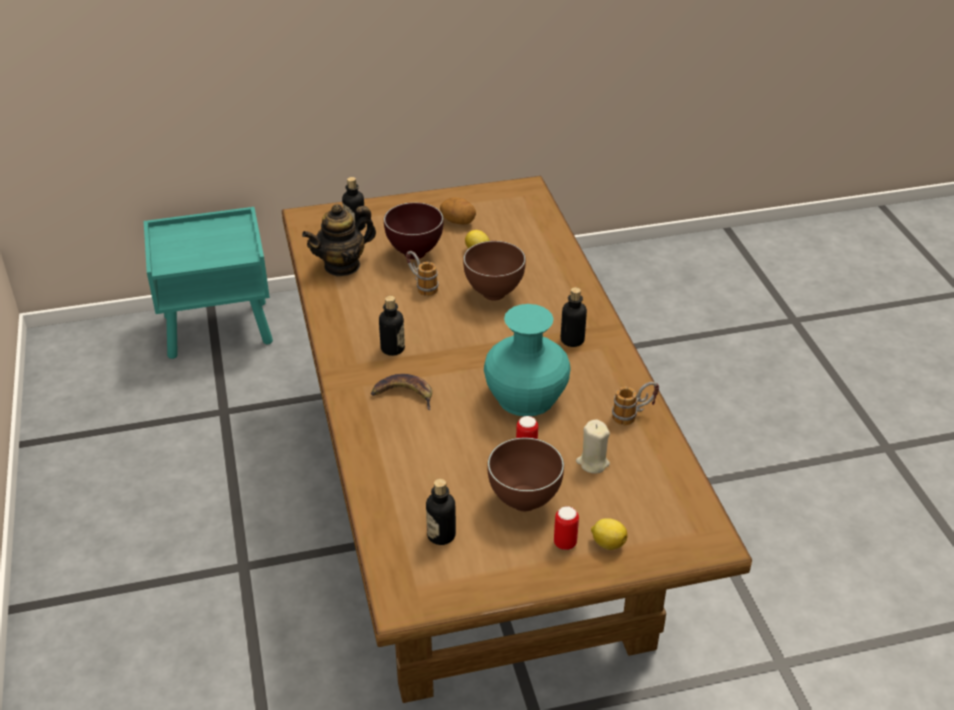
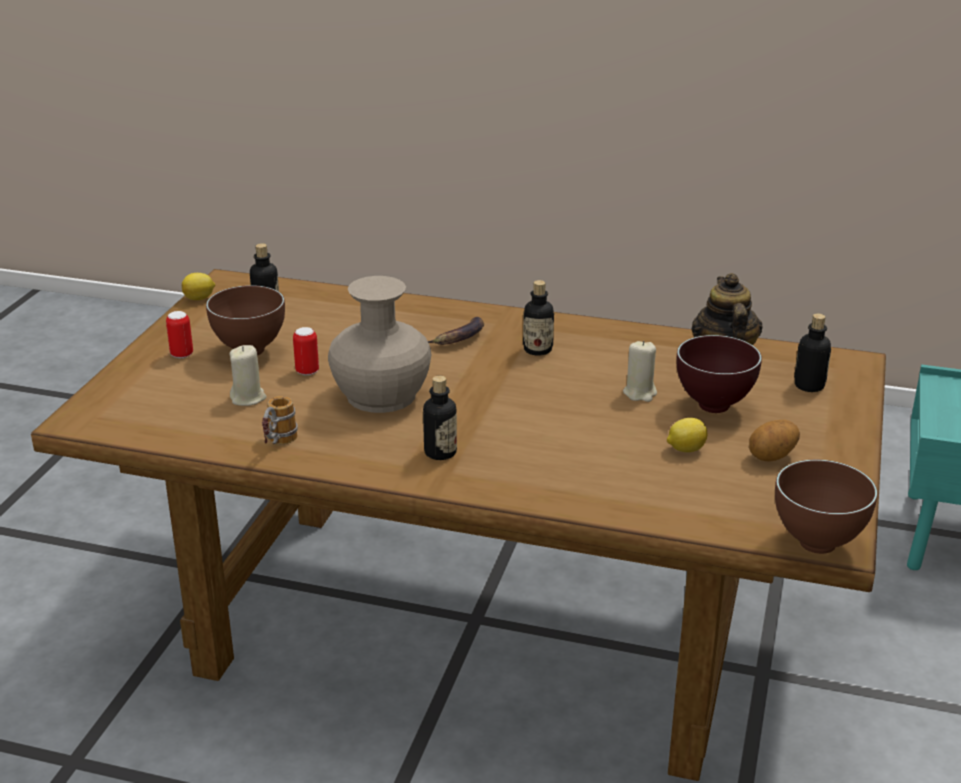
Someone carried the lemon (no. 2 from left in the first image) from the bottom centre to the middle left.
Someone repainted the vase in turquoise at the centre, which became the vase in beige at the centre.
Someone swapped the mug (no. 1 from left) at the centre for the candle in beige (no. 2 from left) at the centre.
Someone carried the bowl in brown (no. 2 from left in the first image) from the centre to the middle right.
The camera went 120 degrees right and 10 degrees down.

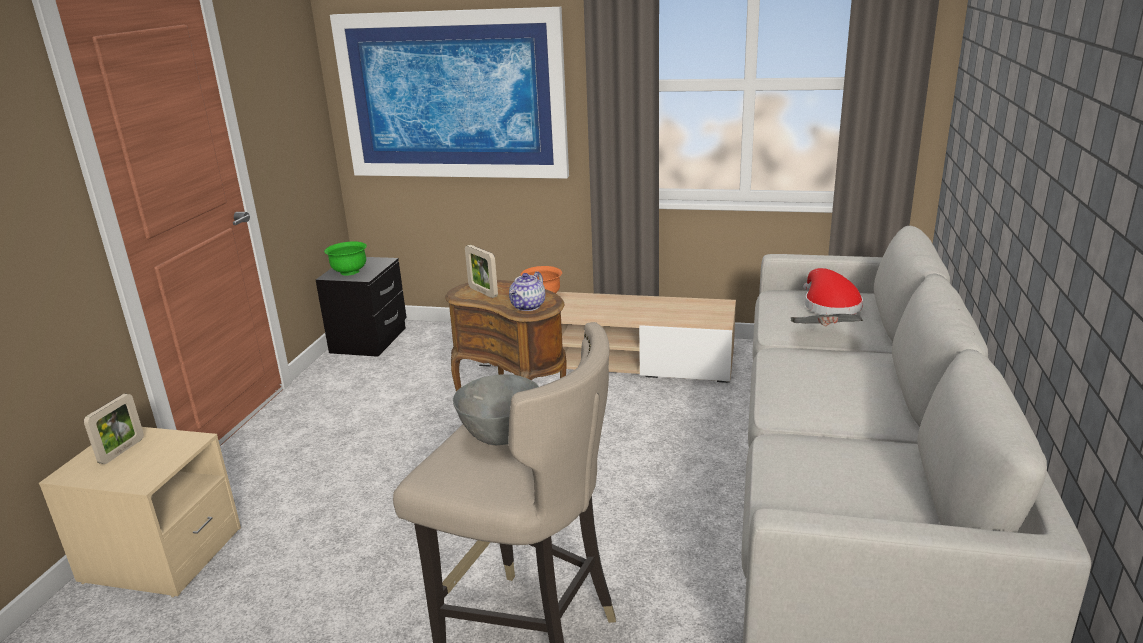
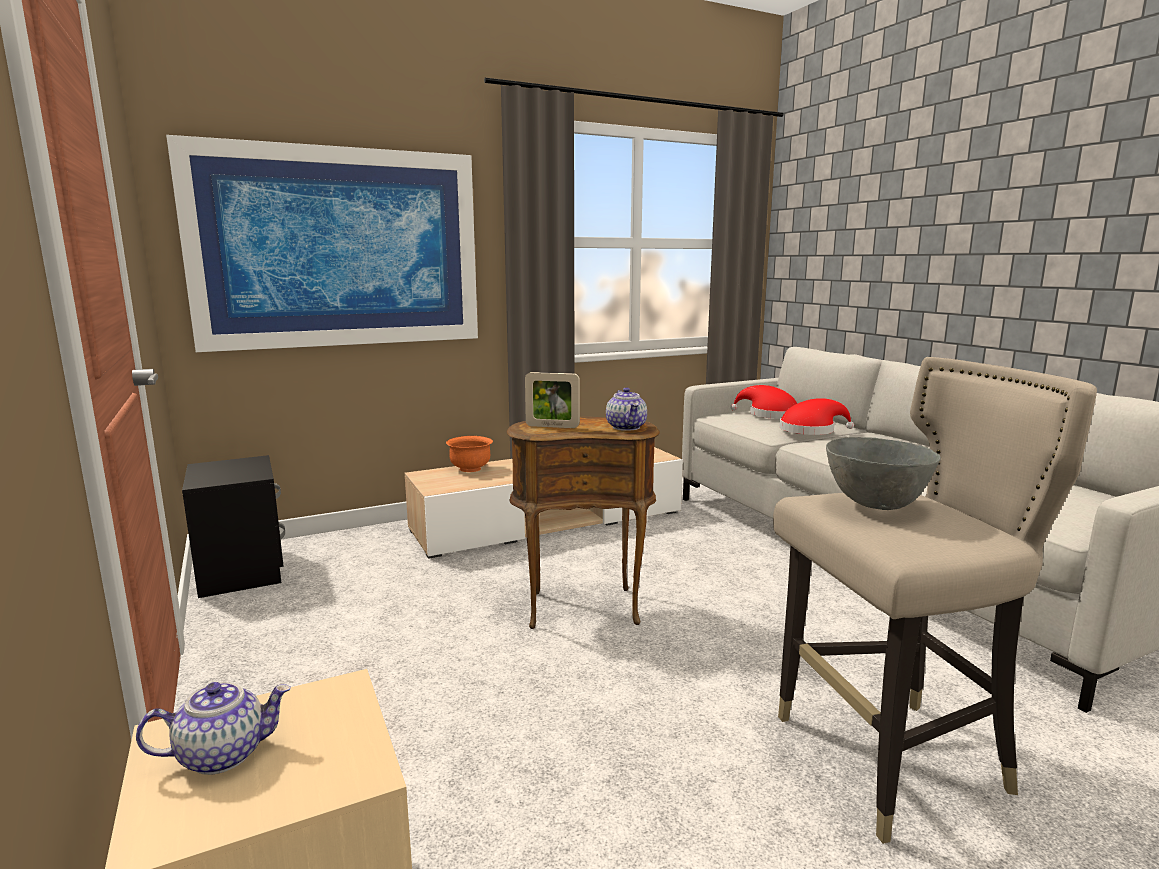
Someone swapped the picture frame (no. 1 from left) at the bottom left for the teapot (no. 1 from left) at the bottom left.
Someone swapped the newspaper at the middle right for the hat in red (no. 2 from left) at the middle right.
Someone took away the bowl in green at the middle left.
The camera went 40 degrees left and 10 degrees down.

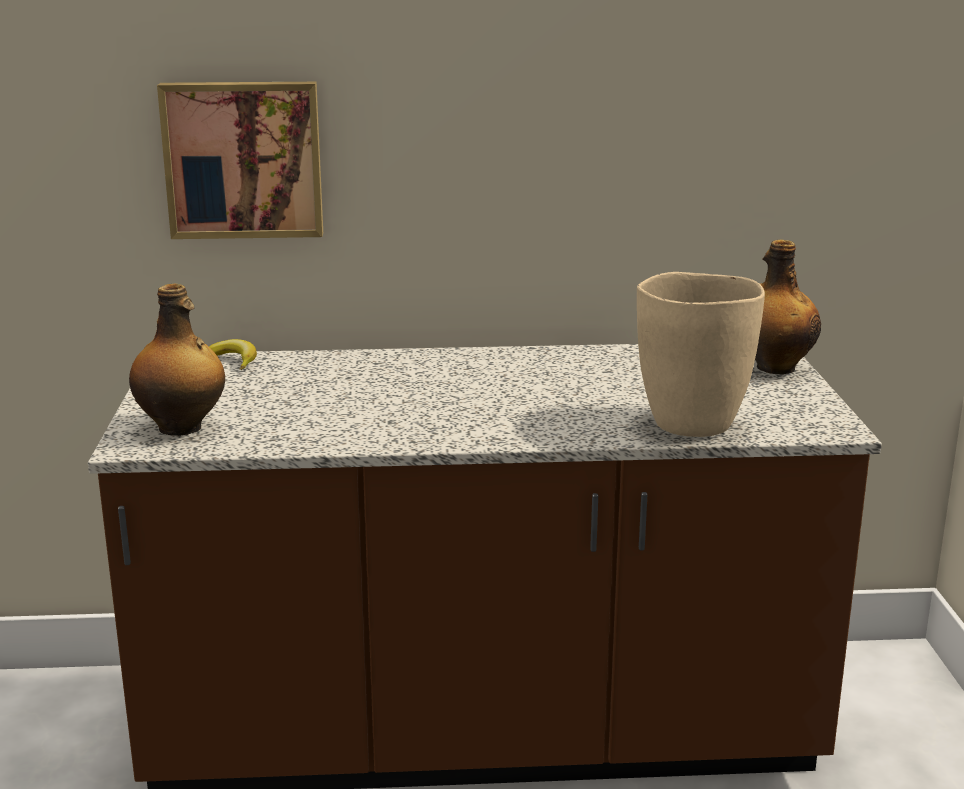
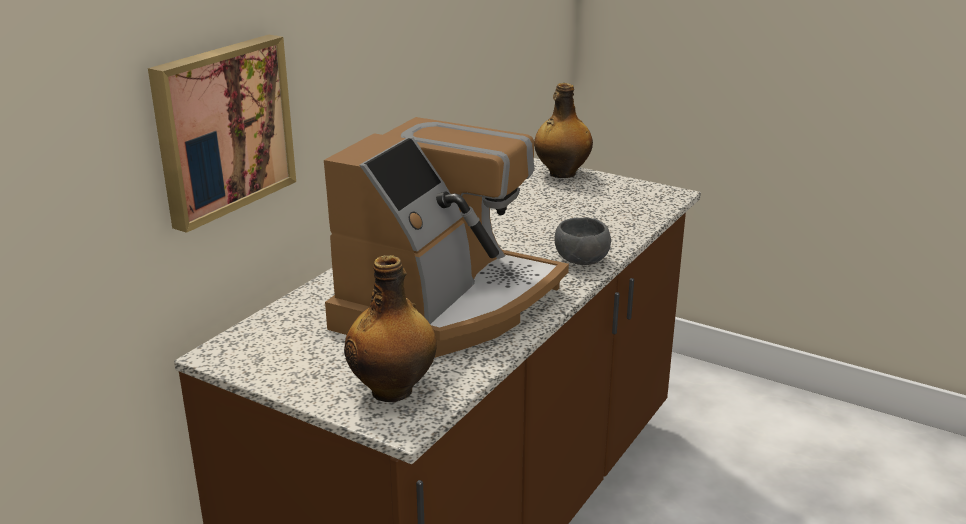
Someone put down the coffee machine at the centre.
Someone put down the bowl in grey at the centre.
Someone took away the banana at the middle left.
Someone took away the vase in beige at the middle right.
The camera went 55 degrees left and 5 degrees up.

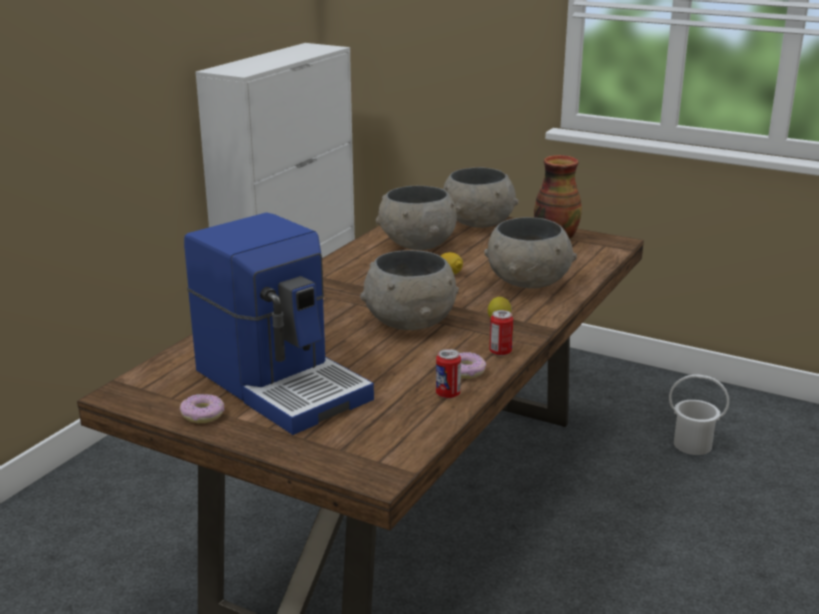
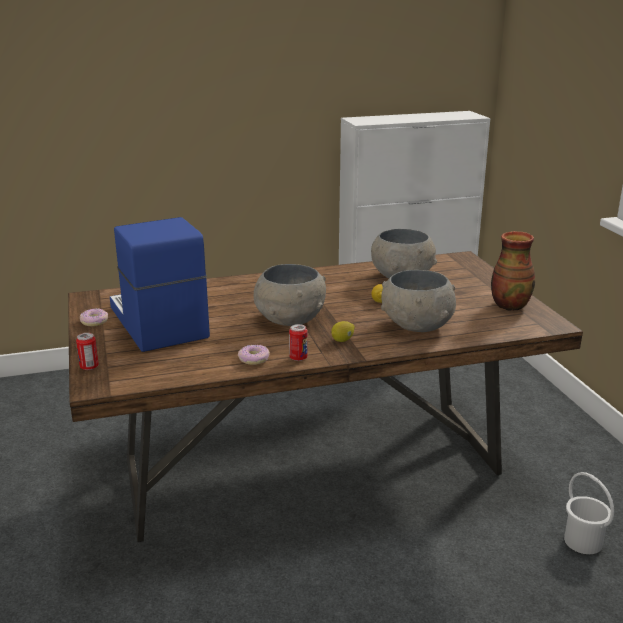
Someone carried the can (no. 1 from left) from the centre to the middle left.
Someone rotated the coffee machine at the centre by 150 degrees clockwise.
Someone took away the bowl in grey (no. 3 from left) at the top centre.
The camera went 45 degrees right and 0 degrees up.

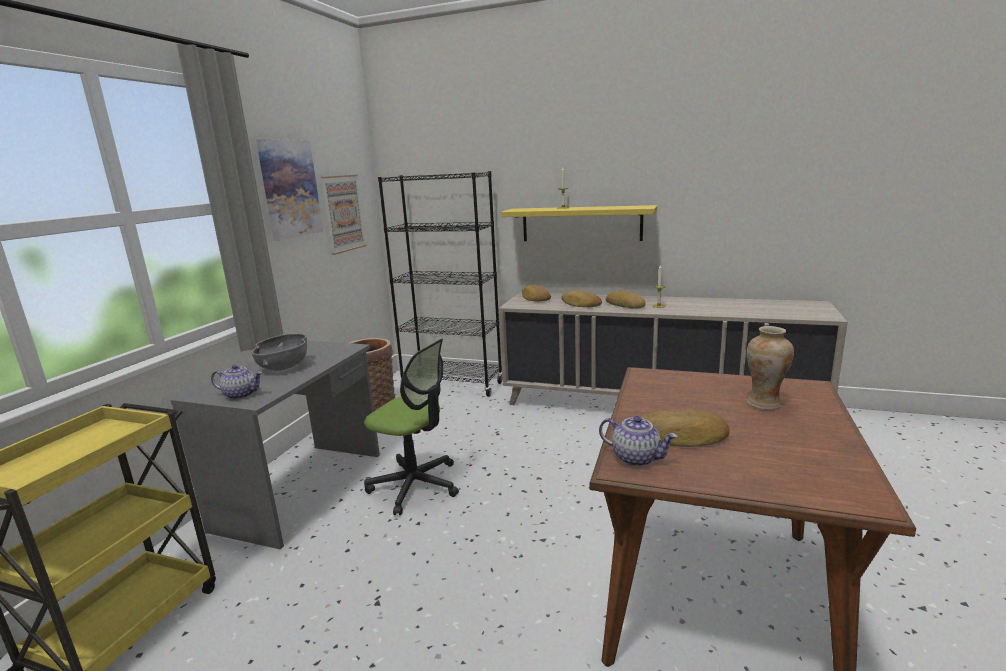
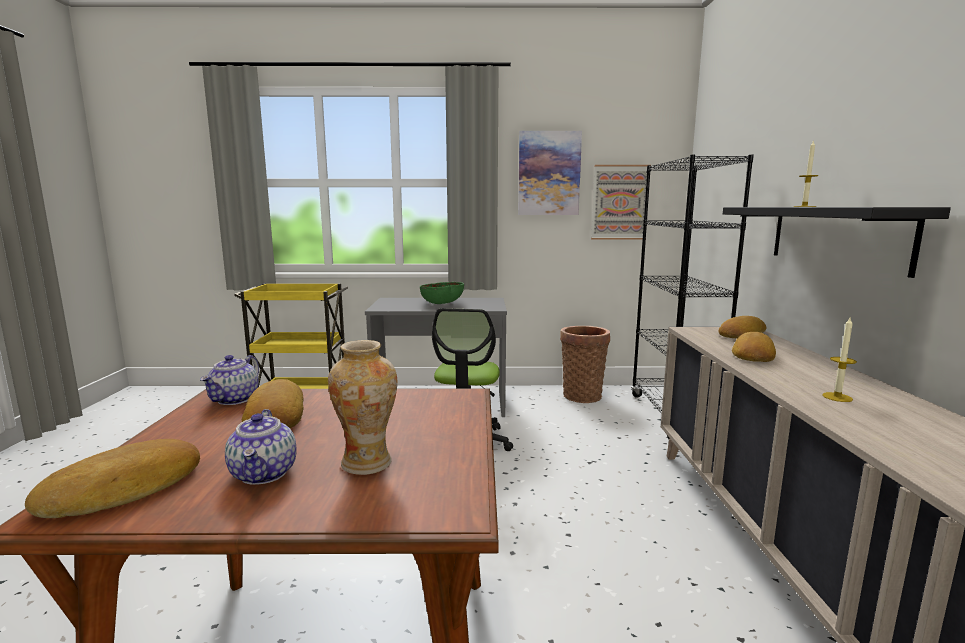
Someone carried the bread (no. 3 from left in the first image) from the centre to the bottom left.
Someone carried the teapot (no. 1 from left in the first image) from the middle left to the bottom left.
Someone repainted the bowl in grey at the middle left, which became the bowl in green at the centre.
Someone repainted the shelf in yellow at the top centre, which became the shelf in black at the middle right.
The camera went 70 degrees right and 5 degrees down.

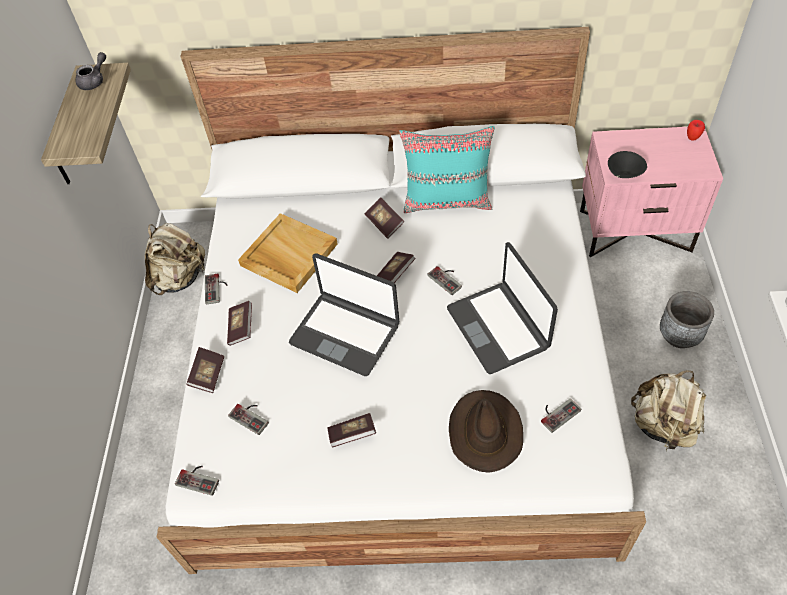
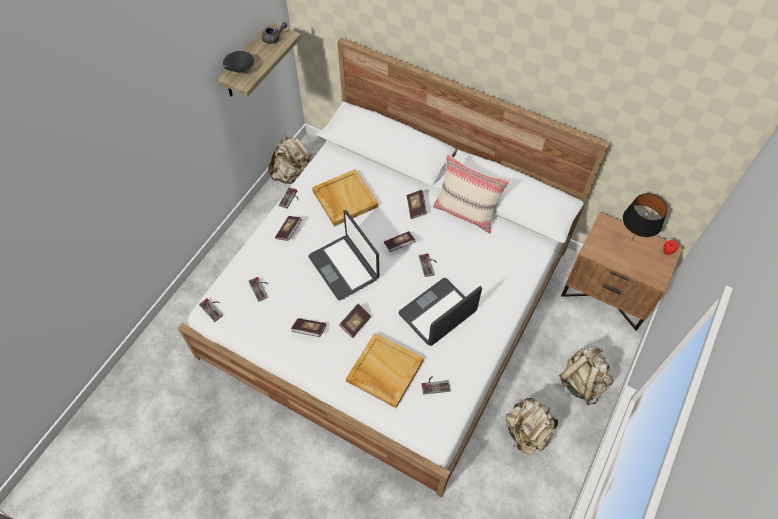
Someone carried the bowl in black from the top right to the top left.
Someone carried the book (no. 1 from left in the first image) from the middle left to the centre.
Someone swapped the hat in brown at the bottom centre for the tray in beige (no. 2 from left) at the bottom centre.
Someone rotated the laptop (no. 2 from left) at the centre by 45 degrees clockwise.
Someone repainted the pillow in turquoise at the top centre, which became the pillow in beige at the centre.
Someone swapped the planter in grey at the middle right for the backpack in beige (no. 3 from left) at the bottom right.
Someone repainted the nightstand in pink at the top right, which became the nightstand in brown at the middle right.
Someone put down the table lamp in black at the middle right.
The camera went 25 degrees right and 5 degrees up.

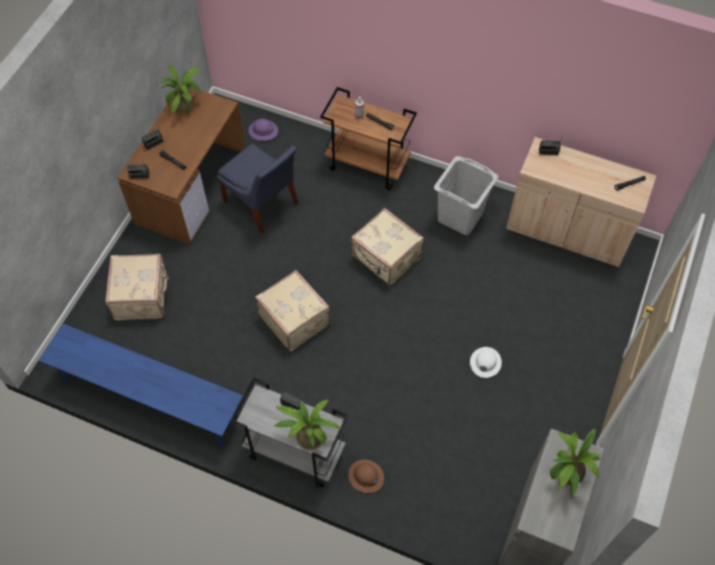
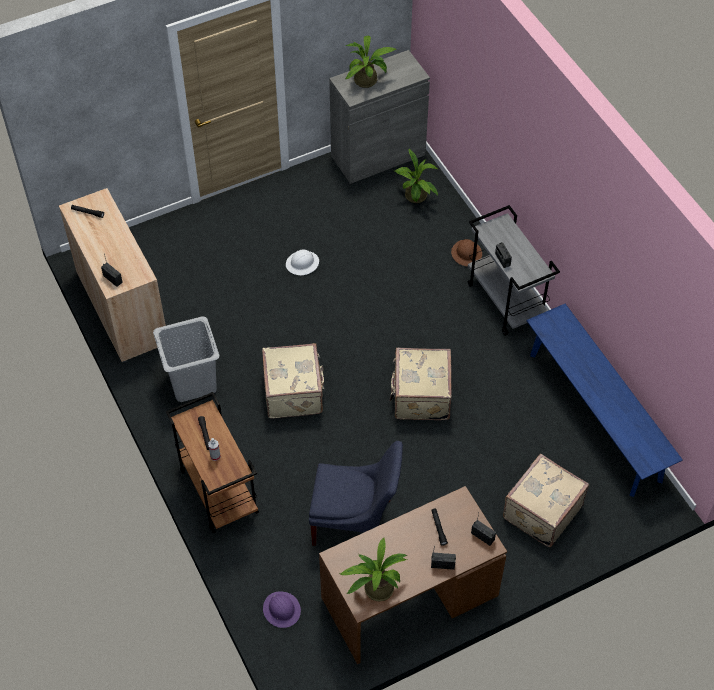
Someone rotated the chair in blue at the centre by 105 degrees clockwise.
Someone carried the potted plant (no. 2 from left in the first image) from the bottom centre to the top centre.
The camera went 140 degrees left and 5 degrees down.

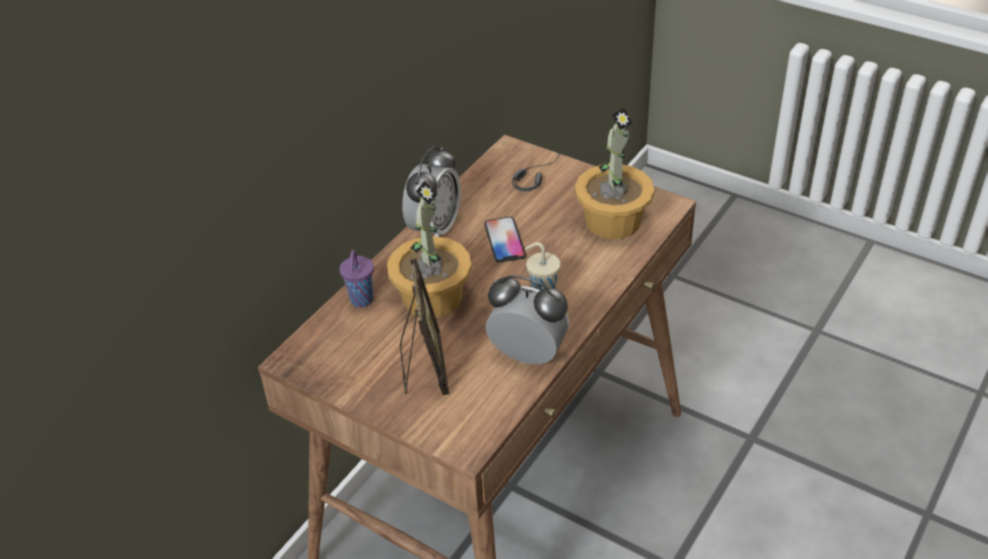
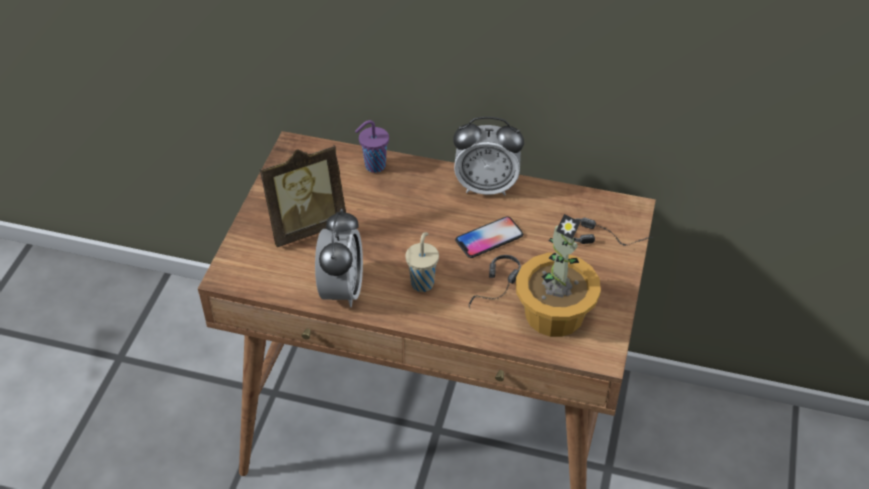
Someone put down the headphones (no. 1 from left) at the centre.
Someone took away the potted plant (no. 1 from left) at the centre.
The camera went 70 degrees right and 5 degrees up.

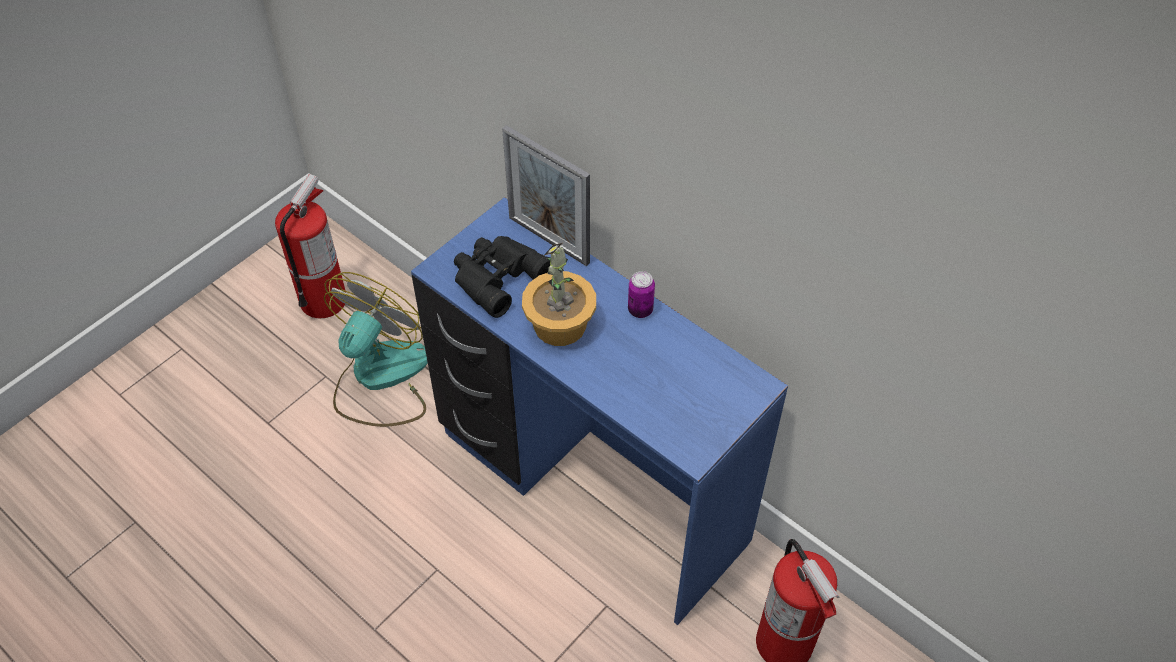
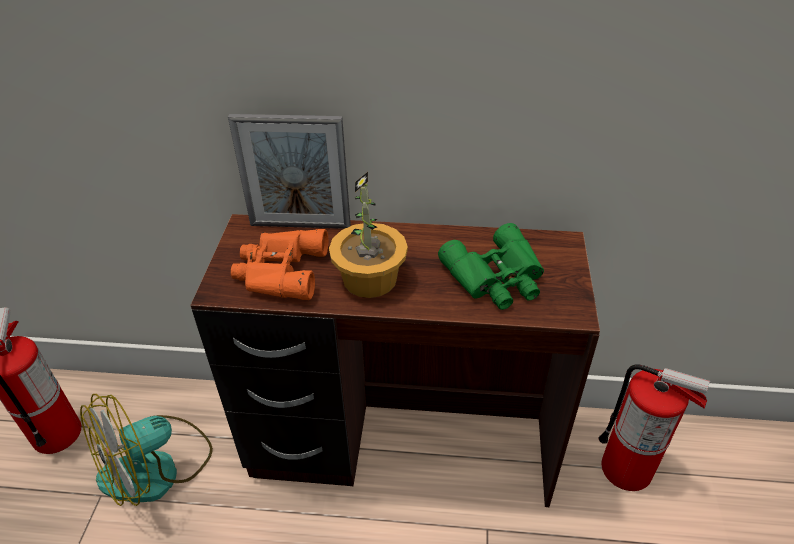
Someone rotated the fan at the middle left by 120 degrees counterclockwise.
Someone repainted the desk in blue at the centre, which became the desk in brown at the centre.
Someone repainted the binoculars in black at the centre, which became the binoculars in orange at the centre.
Someone put down the binoculars in green at the centre.
Someone took away the can at the centre.
The camera went 35 degrees left and 10 degrees down.

